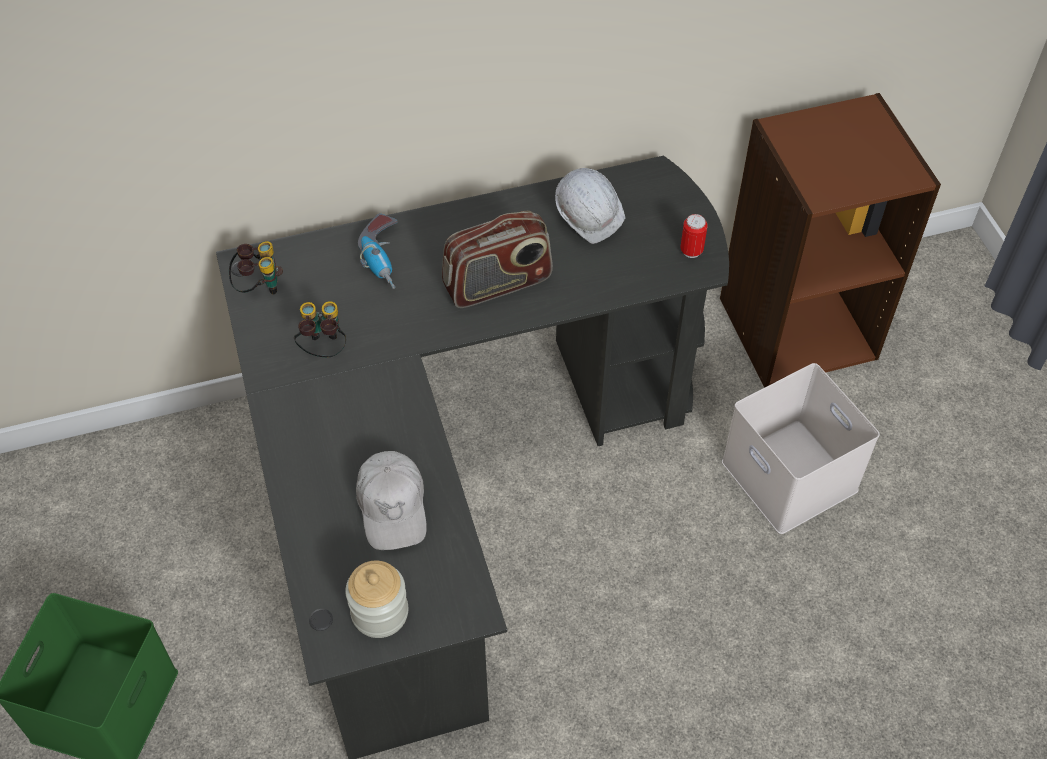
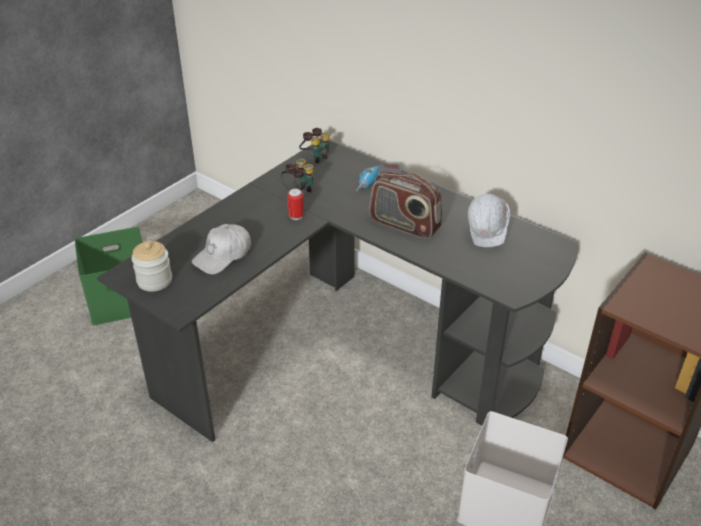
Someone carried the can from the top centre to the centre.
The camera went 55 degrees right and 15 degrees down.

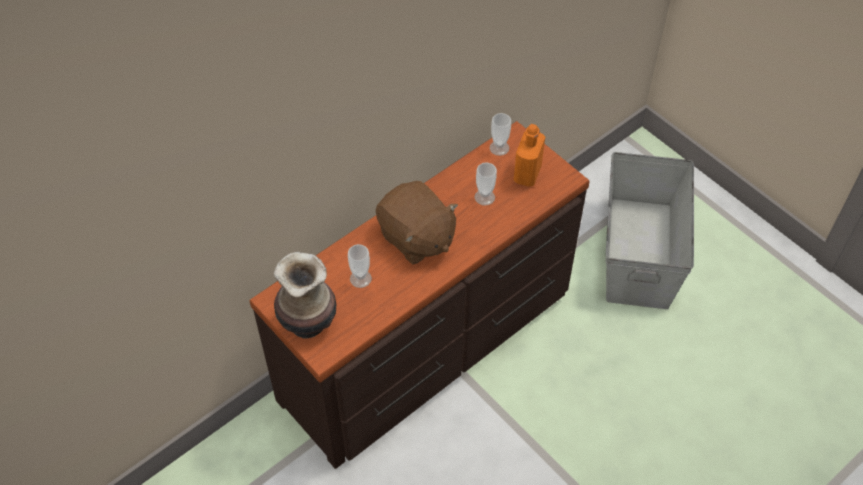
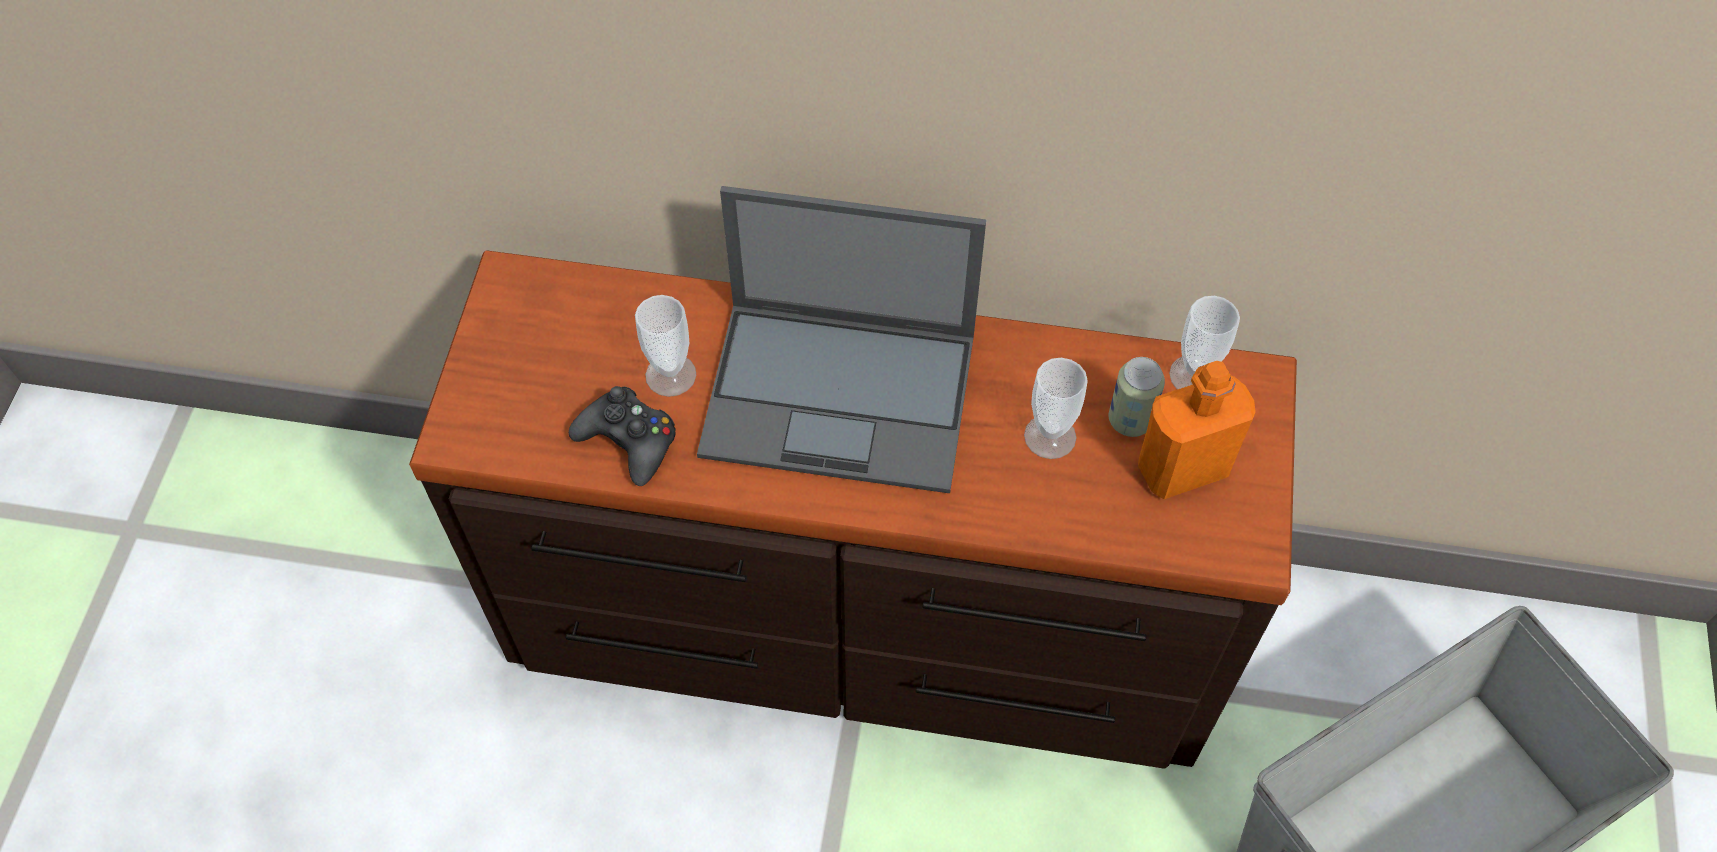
Someone put down the game controller in black at the centre.
Someone swapped the plush toy in brown at the centre for the laptop at the centre.
Someone put down the can at the centre.
Someone took away the vase at the centre.
The camera went 50 degrees right and 5 degrees up.

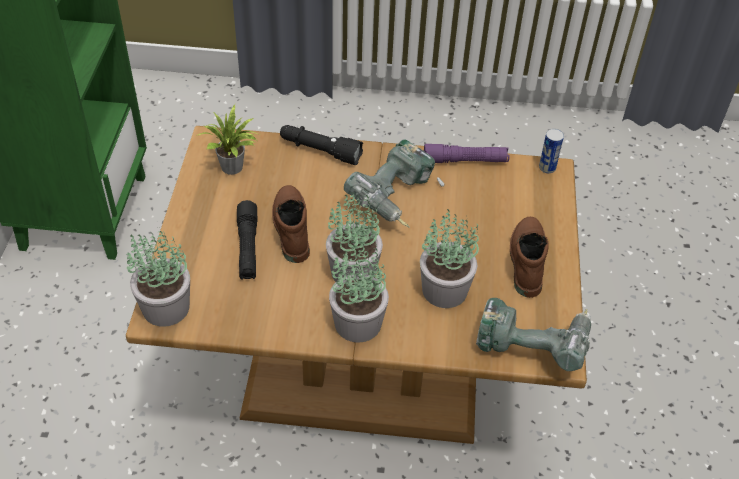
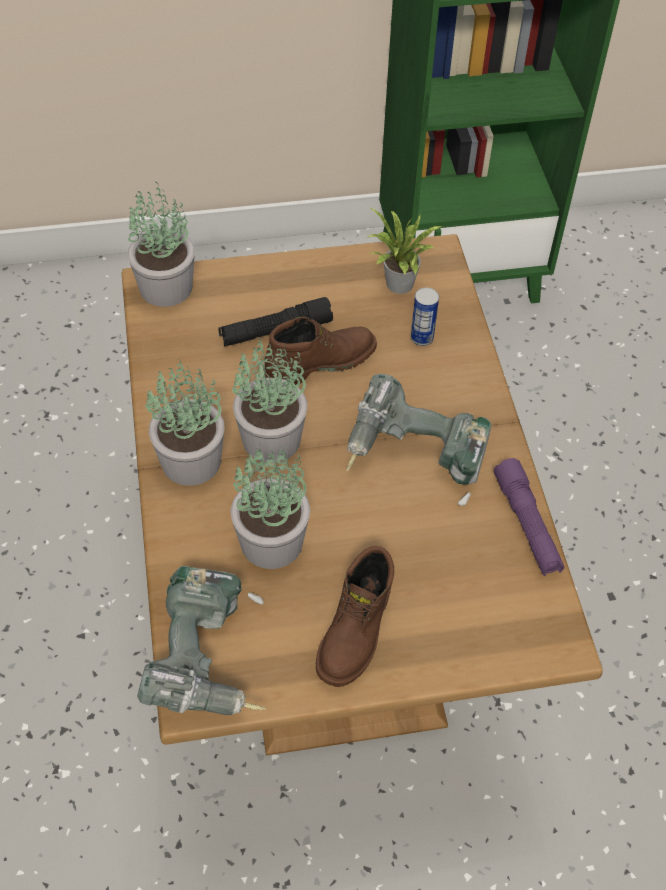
Someone rotated the boot in brown (no. 2 from left) at the middle right by 120 degrees clockwise.
Someone carried the can from the top right to the centre.
Someone took away the flashlight in black (no. 2 from left) at the top centre.
The camera went 75 degrees right and 5 degrees up.

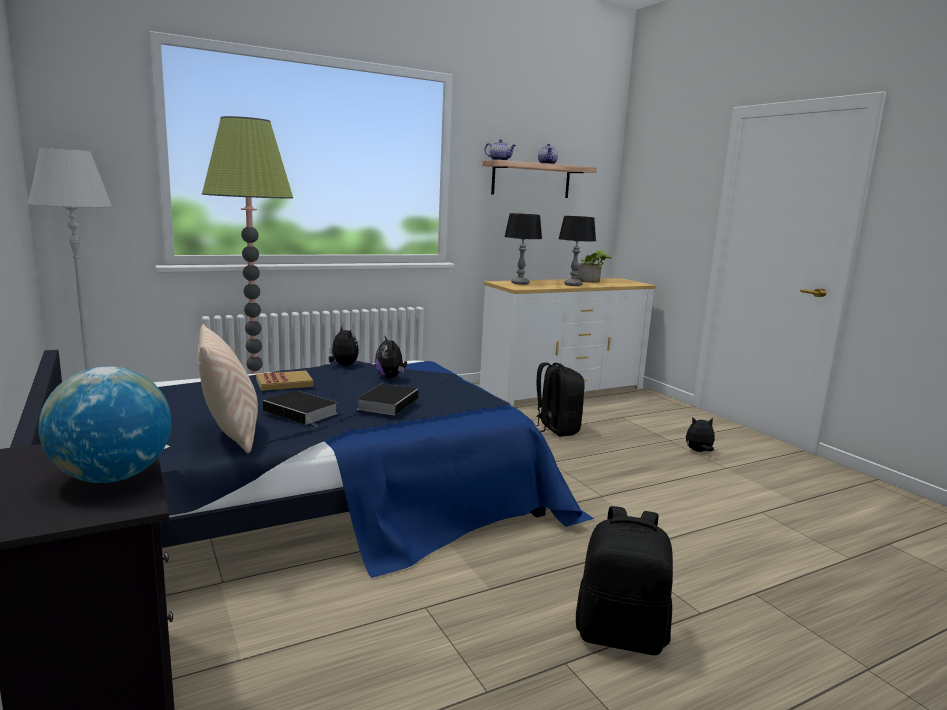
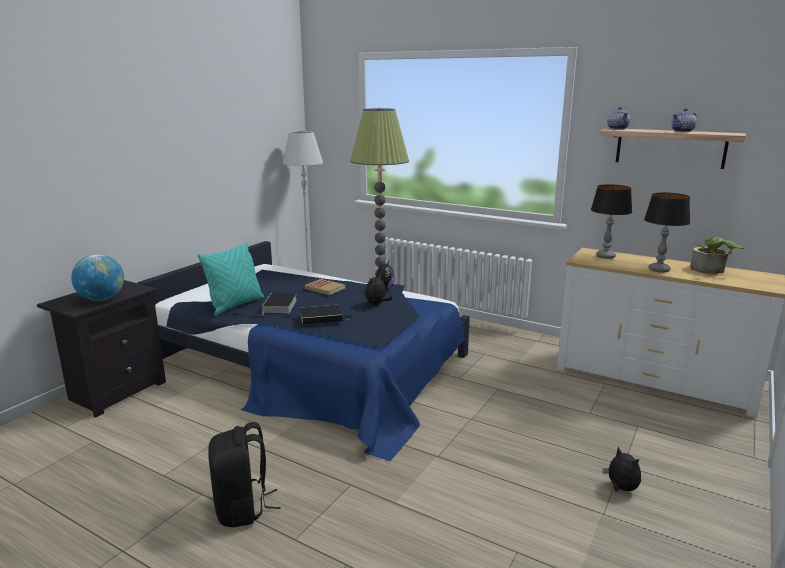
Someone repainted the pillow in beige at the middle left, which became the pillow in turquoise at the middle left.
Someone took away the backpack in black (no. 1 from left) at the centre.
The camera went 60 degrees right and 5 degrees up.

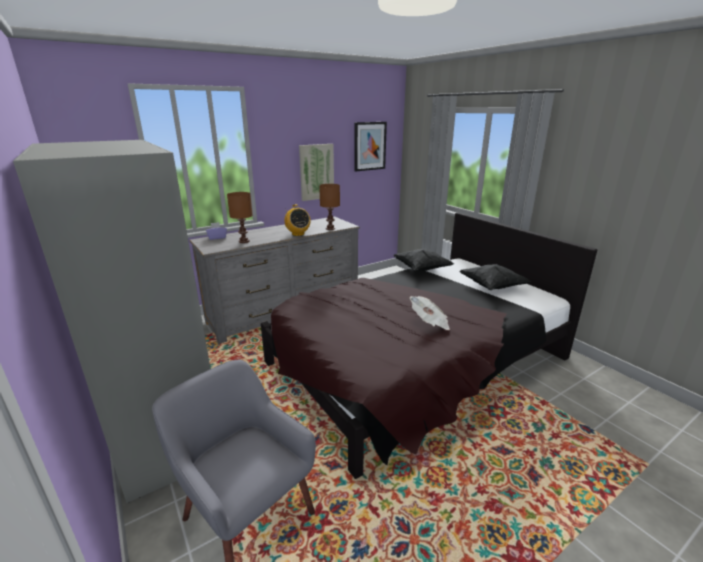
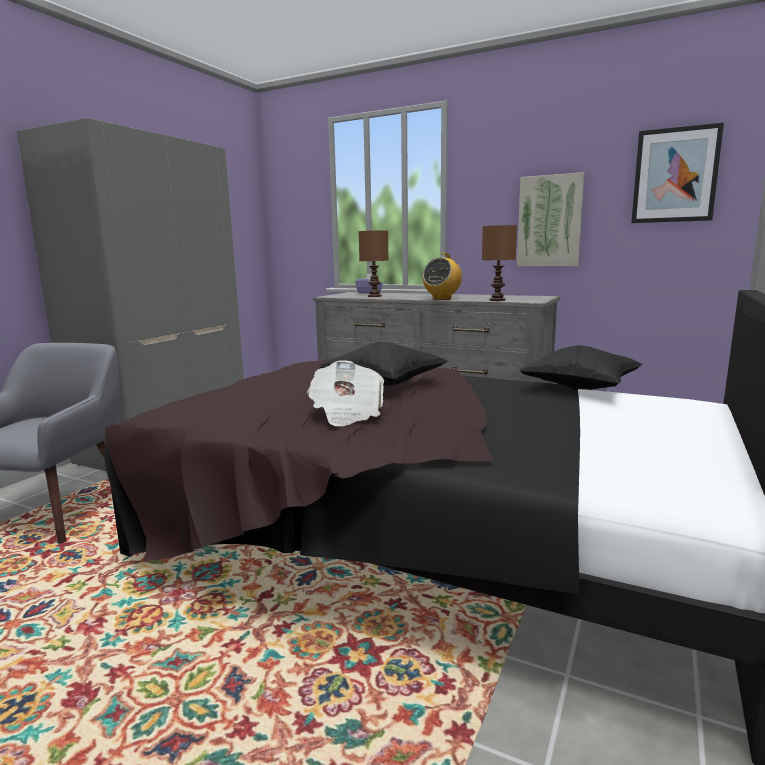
Someone carried the pillow in black (no. 2 from left in the first image) from the middle right to the centre.
The camera went 60 degrees right and 10 degrees down.

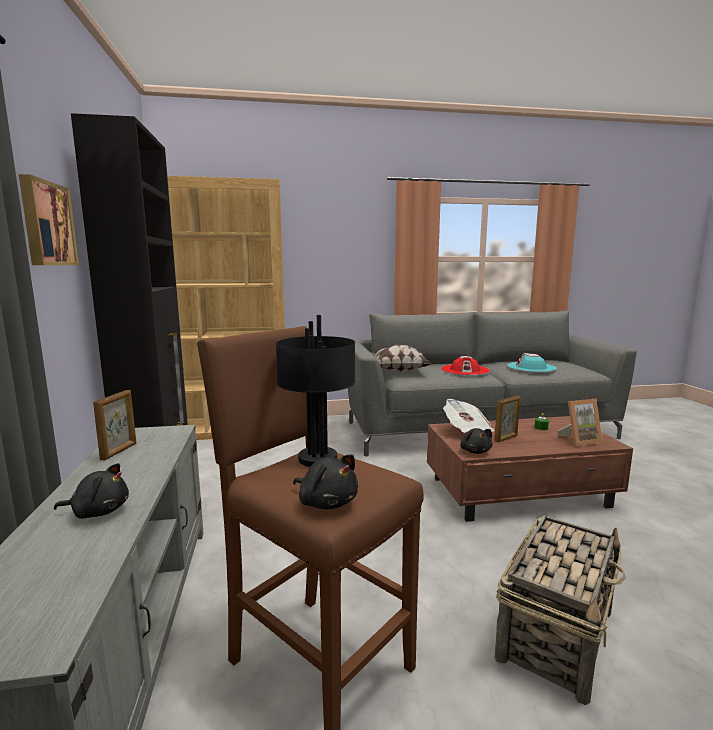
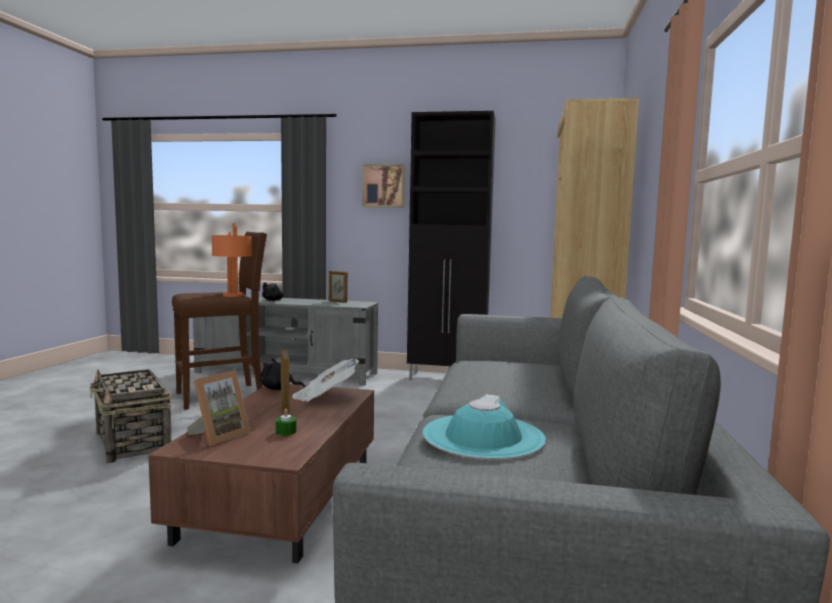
Someone rotated the picture frame (no. 3 from left in the first image) at the middle right by 150 degrees counterclockwise.
Someone repainted the table lamp in black at the centre, which became the table lamp in orange at the middle left.
Someone took away the plush toy in black (no. 2 from left) at the centre.
Someone took away the pillow at the centre.
Someone took away the hat in red at the centre.
The camera went 110 degrees right and 5 degrees down.

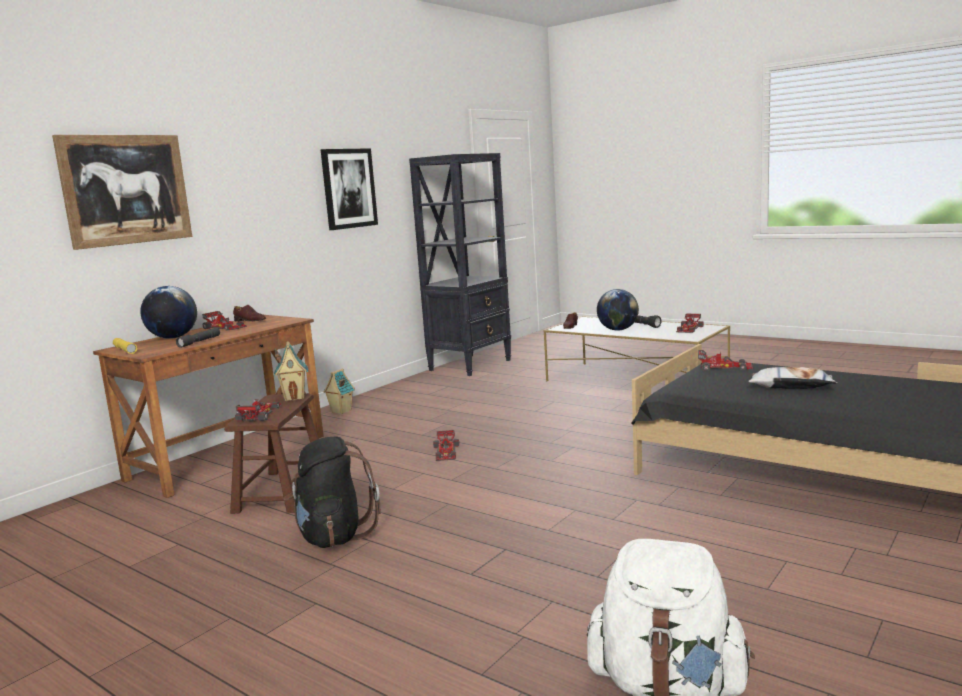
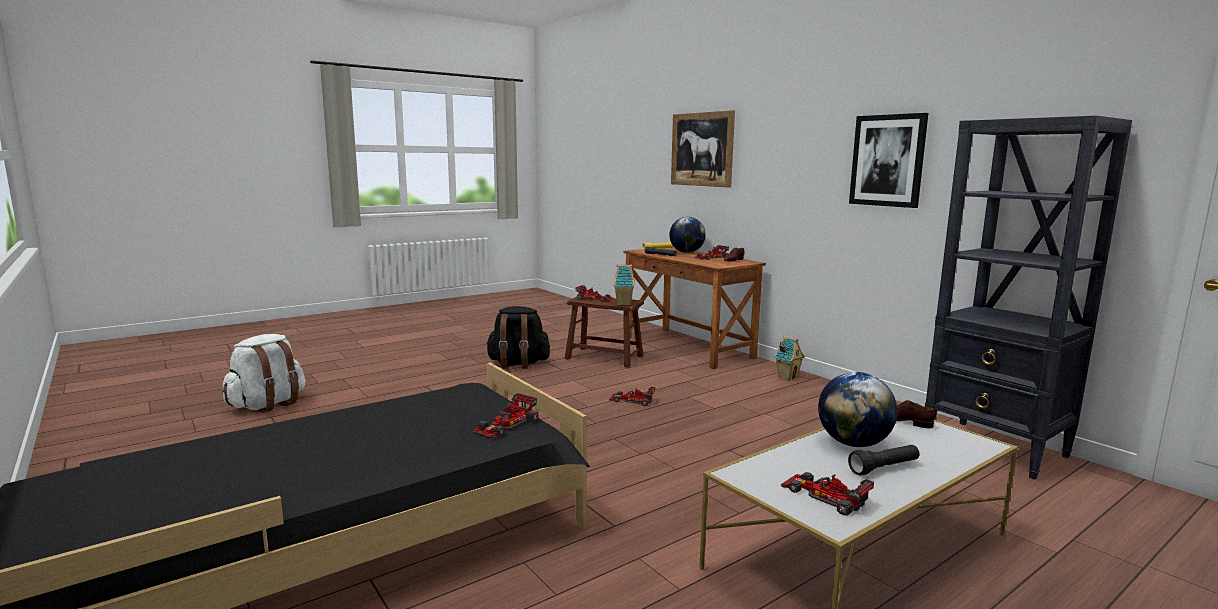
Someone took away the pillow at the middle right.
The camera went 105 degrees right and 0 degrees up.

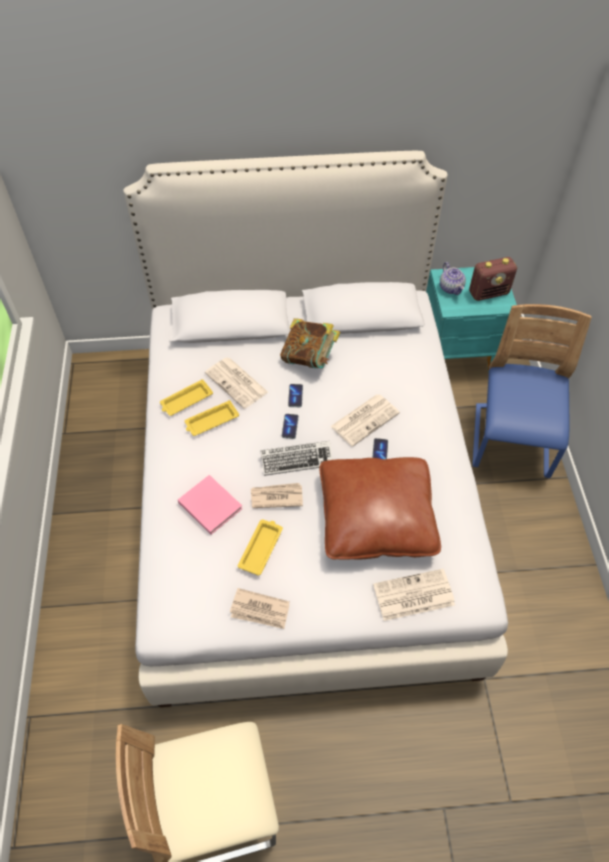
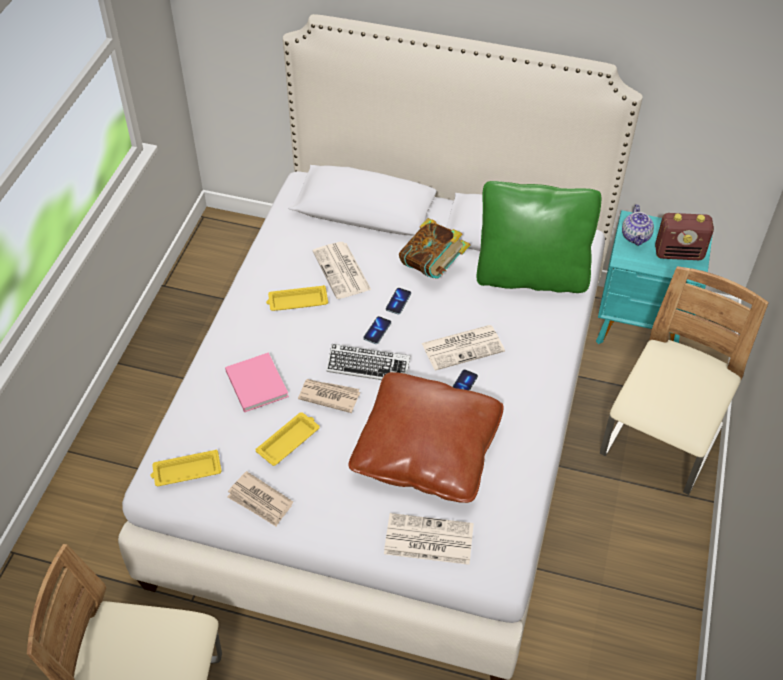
Someone carried the tray in yellow (no. 1 from left) from the middle left to the bottom left.
Someone put down the pillow in green at the middle right.
Someone repainted the chair in blue at the middle right, which became the chair in beige (no. 2 from left) at the middle right.
The camera went 20 degrees right and 5 degrees down.

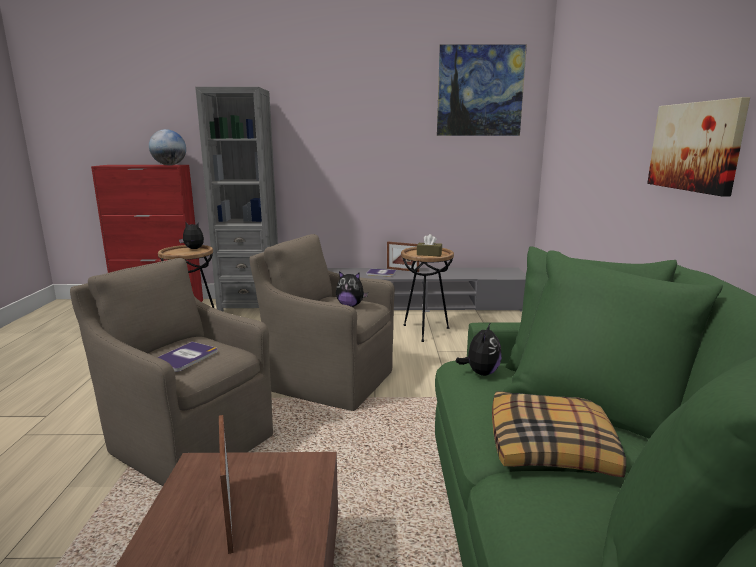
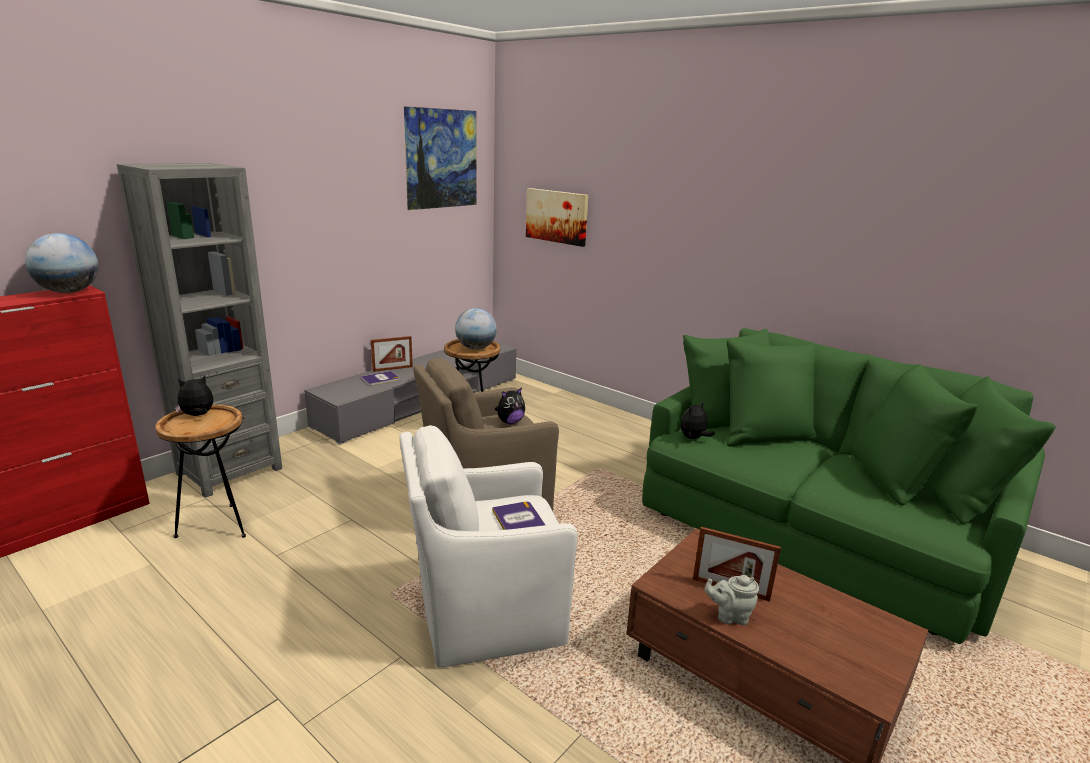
Someone repainted the armchair in brown (no. 1 from left) at the middle left, which became the armchair in white at the bottom centre.
Someone swapped the tissue box in brown at the centre for the globe (no. 2 from left) at the centre.
Someone carried the picture (no. 2 from left) from the top right to the top centre.
Someone rotated the plush toy (no. 3 from left) at the centre by 105 degrees counterclockwise.
Someone put down the teapot in grey at the bottom right.
Someone took away the pillow at the bottom right.
The camera went 50 degrees left and 5 degrees up.

